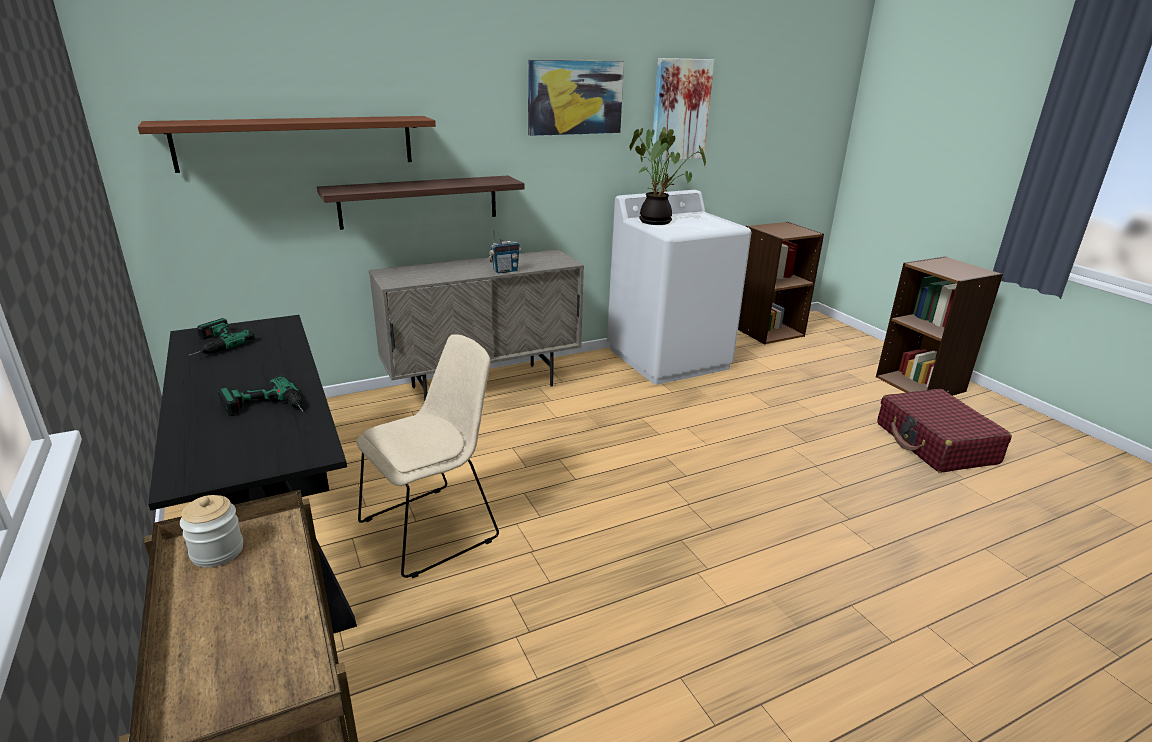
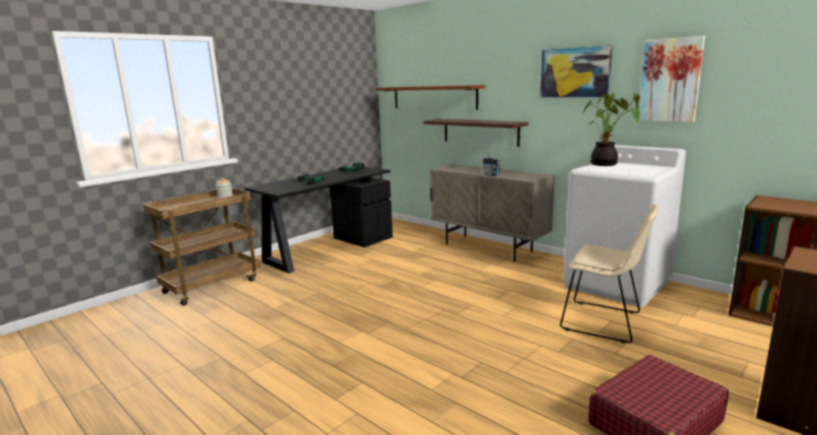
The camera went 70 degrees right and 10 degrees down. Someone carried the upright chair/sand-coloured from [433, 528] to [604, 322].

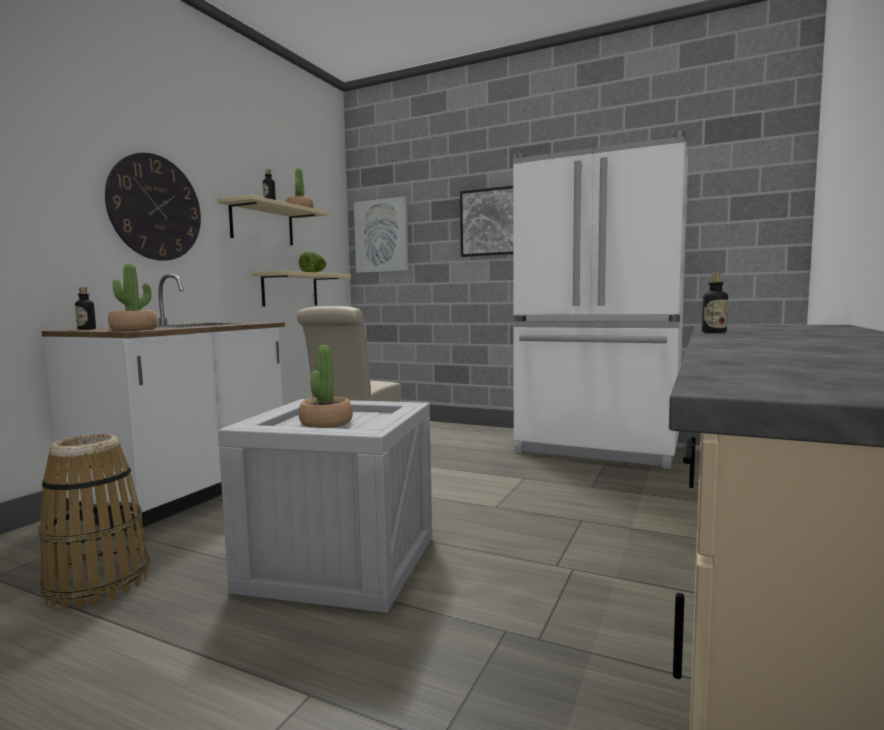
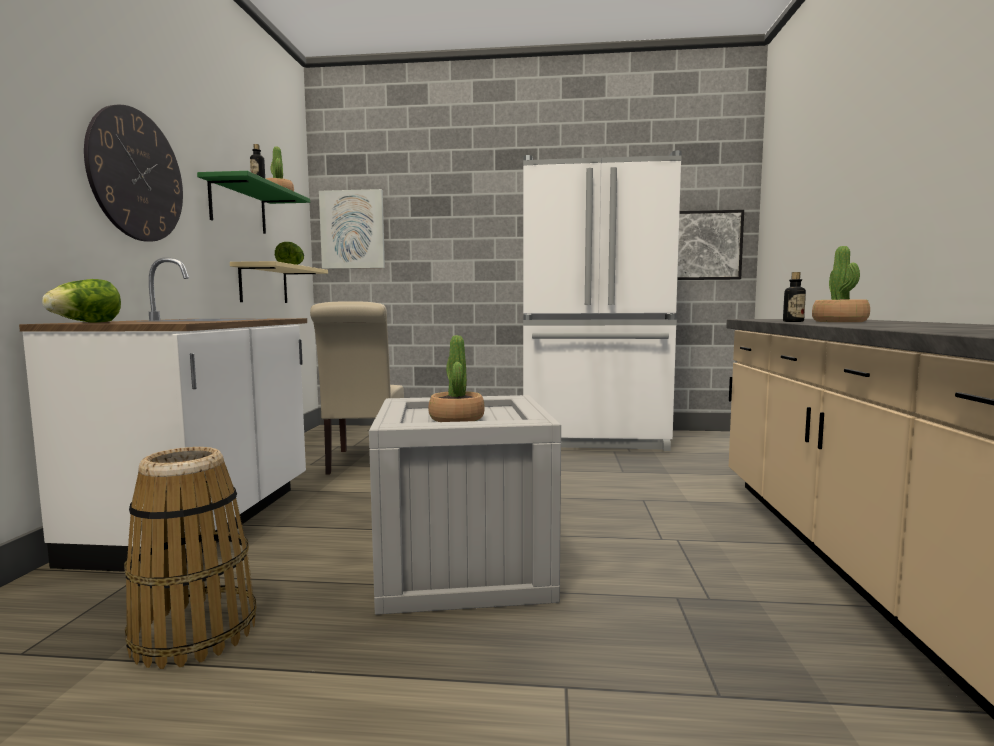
The camera went 20 degrees left and 0 degrees up. Someone carried the wall picture from [491, 222] to [706, 245]. Someone repainted the shelf/sand-coloured at [262, 224], which became the shelf/greenish at [238, 207]. Someone carried the potted plant from [134, 329] to [839, 321]. Someone swapped the beverage bottle at [86, 329] for the head of lettuce at [86, 322].

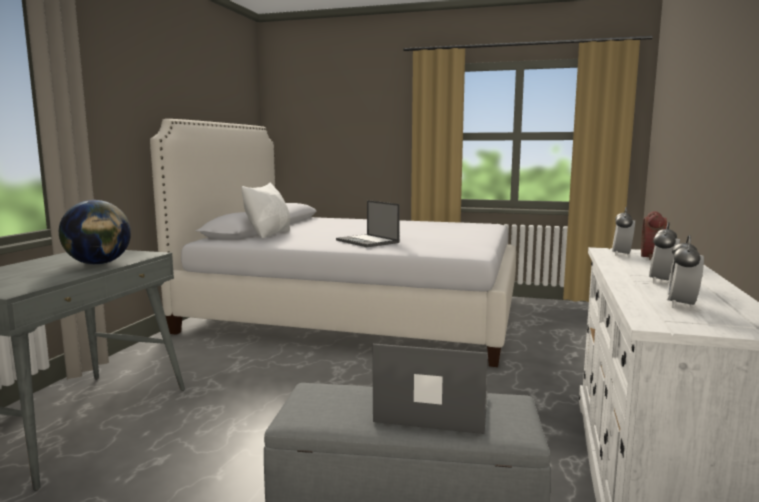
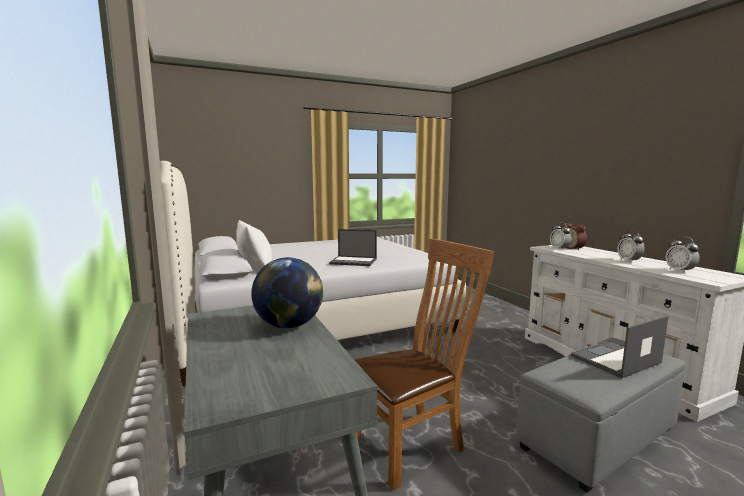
The camera went 40 degrees left and 0 degrees up. Someone put down the upright chair/brown at [413, 444].

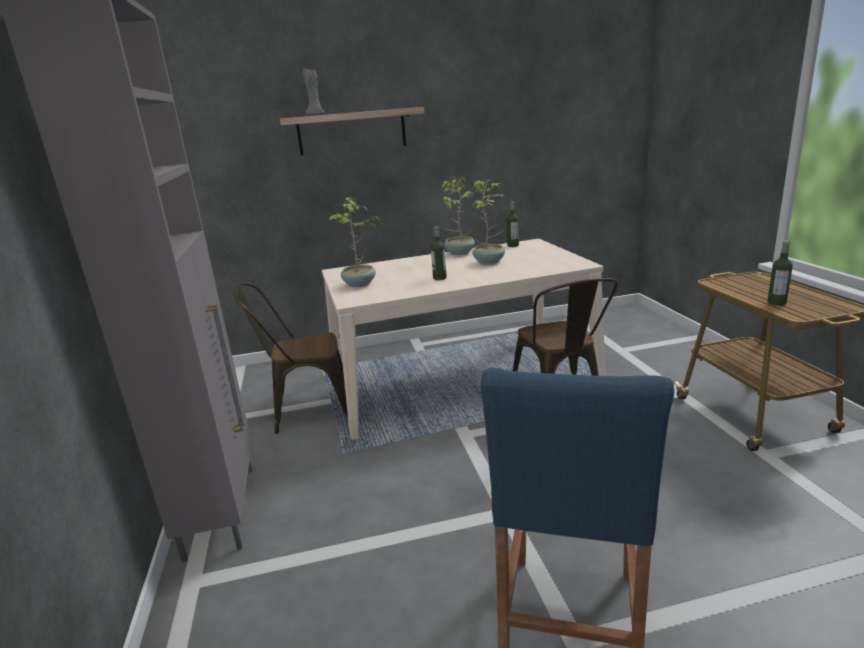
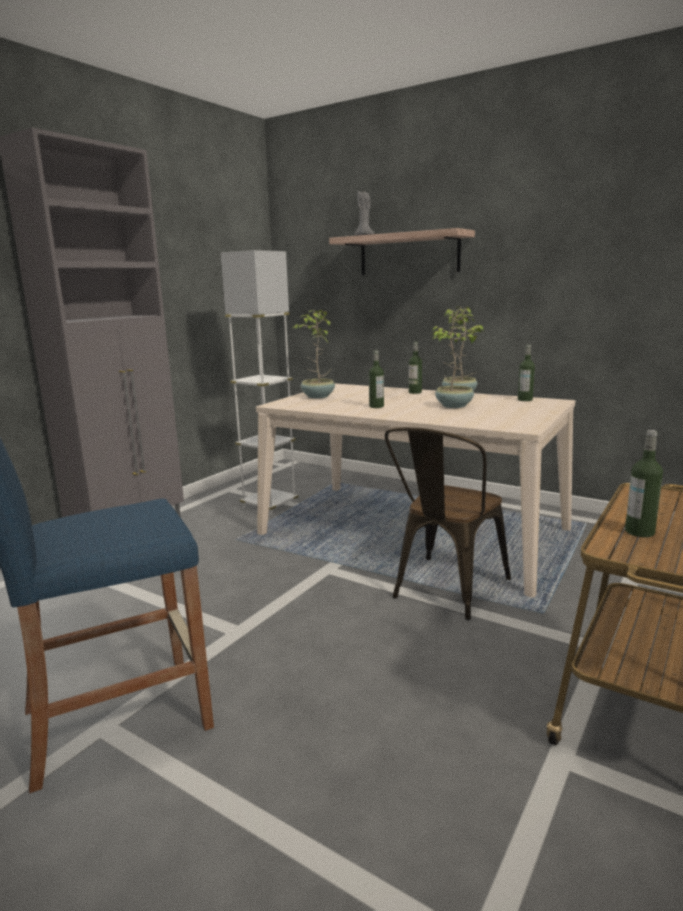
The camera went 45 degrees right and 5 degrees down. Someone swapped the upright chair/brown at [306, 412] for the standard lamp/whitish at [269, 505]. Someone put down the beverage bottle at [415, 392].

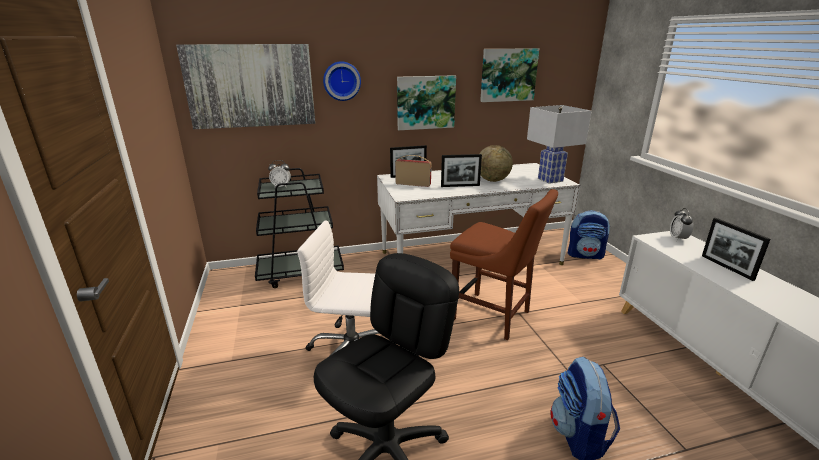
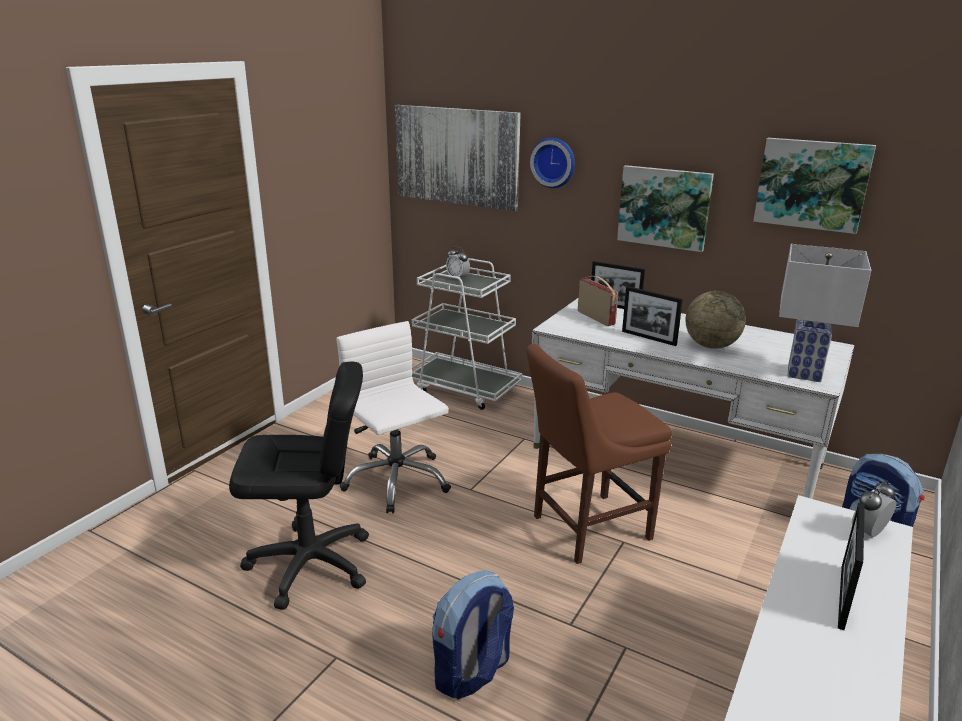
The camera went 45 degrees right and 0 degrees up. Someone repainted the wheeled cart/black at [301, 272], which became the wheeled cart/whitish at [464, 389]. Someone rotated the upright chair/brown at [494, 316] by 75 degrees clockwise.

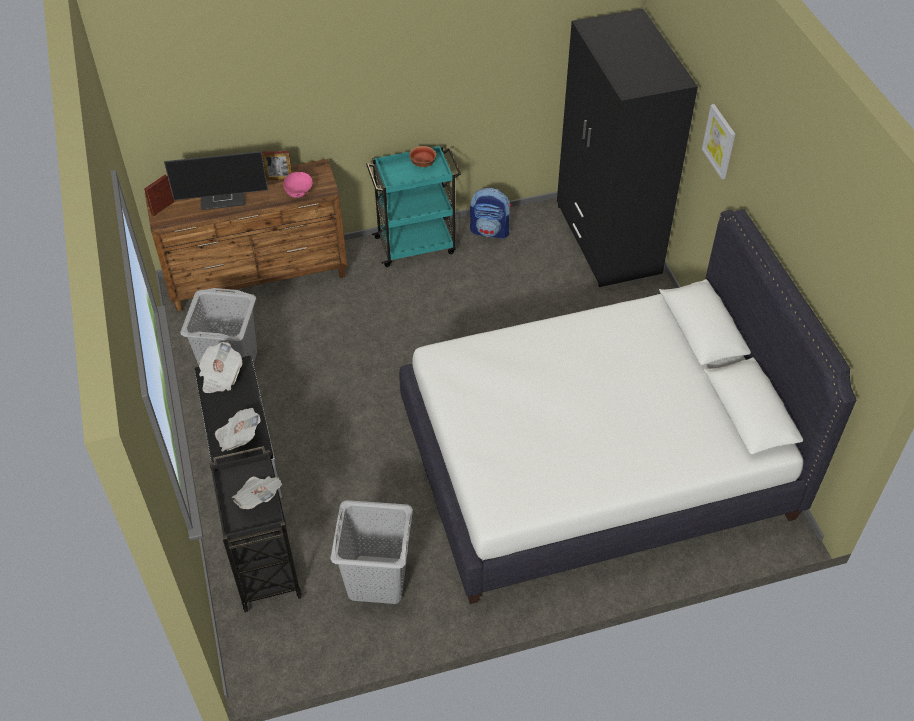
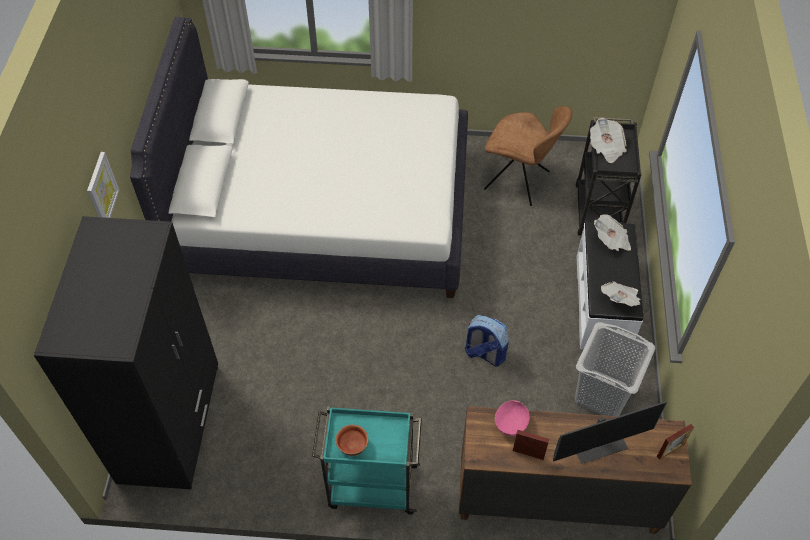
The camera went 160 degrees left and 5 degrees up. Someone rotated the monitor at [224, 199] by 150 degrees clockwise. Someone carried the rucksack from [490, 231] to [484, 353]. Someone swapped the washing basket/gray at [377, 579] for the upright chair/brown at [519, 181].

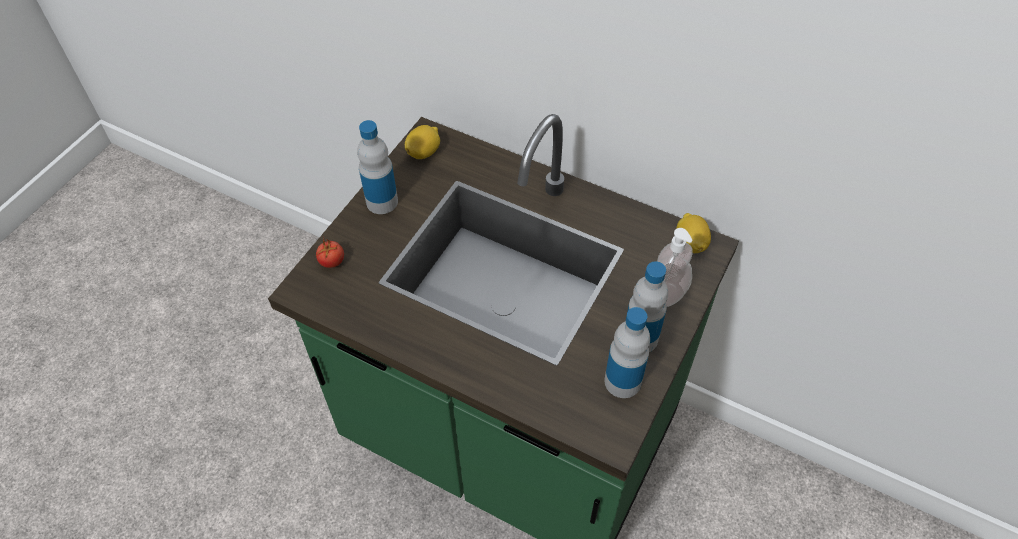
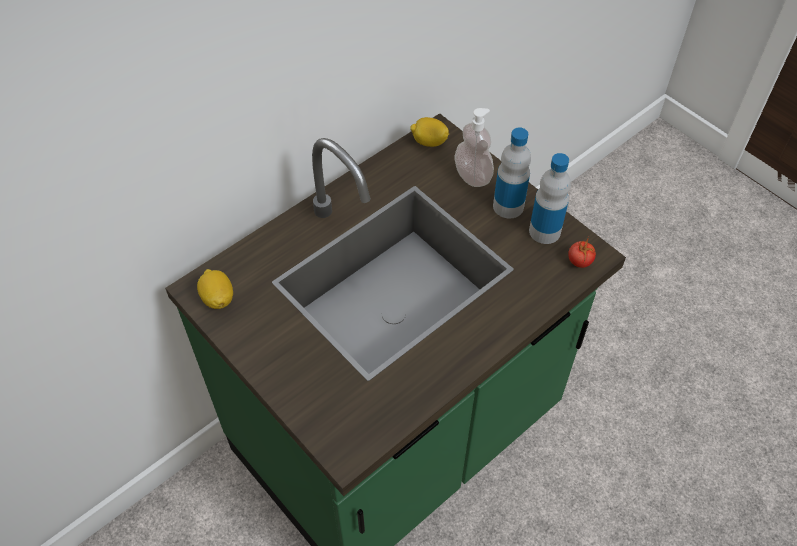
The camera went 70 degrees left and 0 degrees up. Someone took away the beverage bottle at [382, 202]. Someone carried the fresh tomato from [332, 262] to [579, 262].

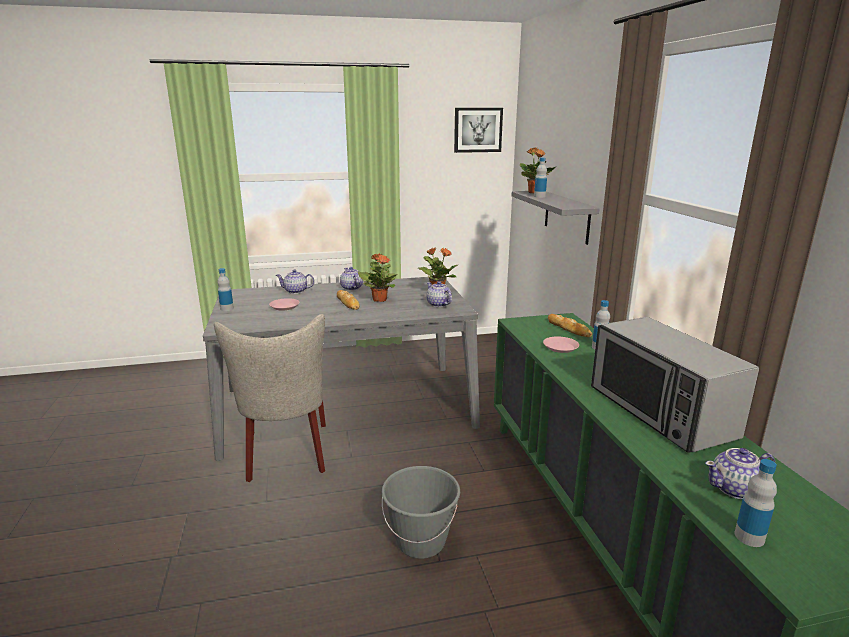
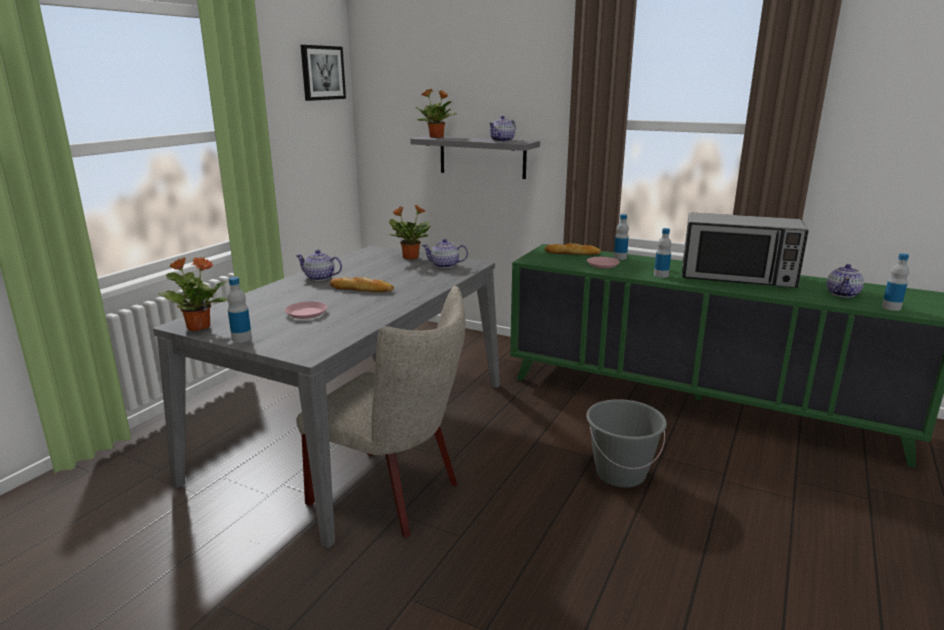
The camera went 50 degrees left and 0 degrees up. Someone carried the beverage bottle from [539, 196] to [661, 275]. Someone carried the potted plant from [379, 299] to [198, 327]. Someone carried the teapot from [296, 291] to [502, 141].

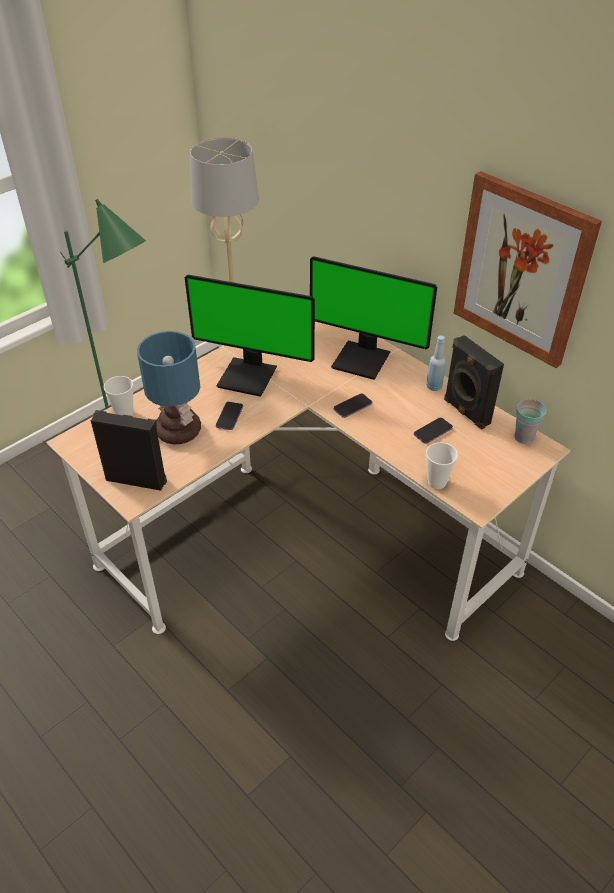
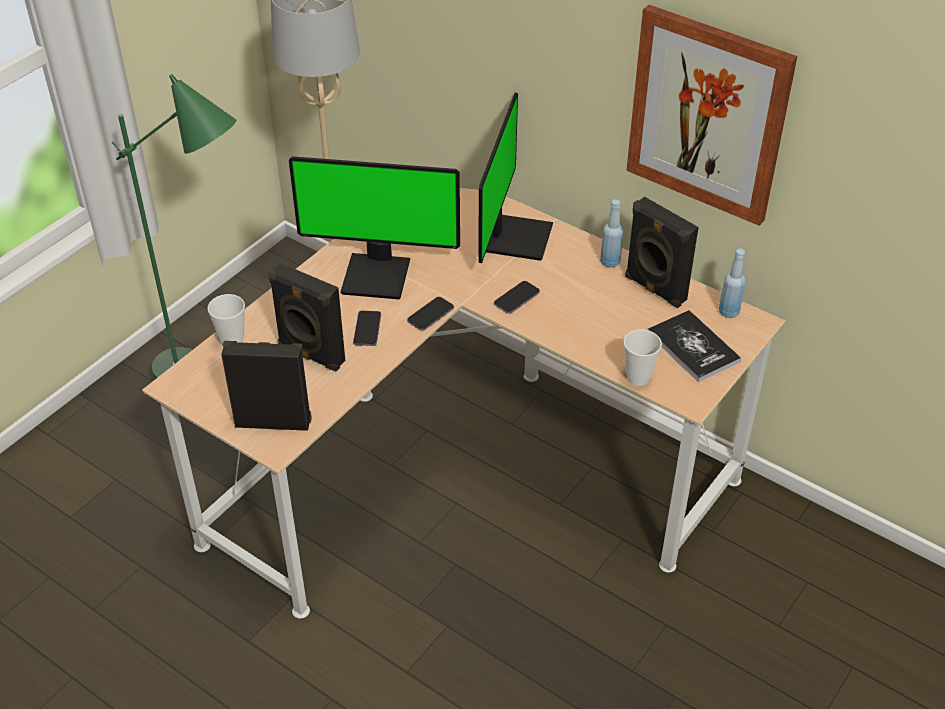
The camera went 10 degrees left and 0 degrees up. Someone rotated the monitor at [363, 359] by 90 degrees counterclockwise. Someone swapped the table lamp at [180, 431] for the loudspeaker/black at [310, 355]. Someone swapped the cup at [523, 437] for the beverage bottle/bluish at [728, 312]. Someone carried the handset from [433, 432] to [430, 315]. Someone put down the bound book at [693, 347].

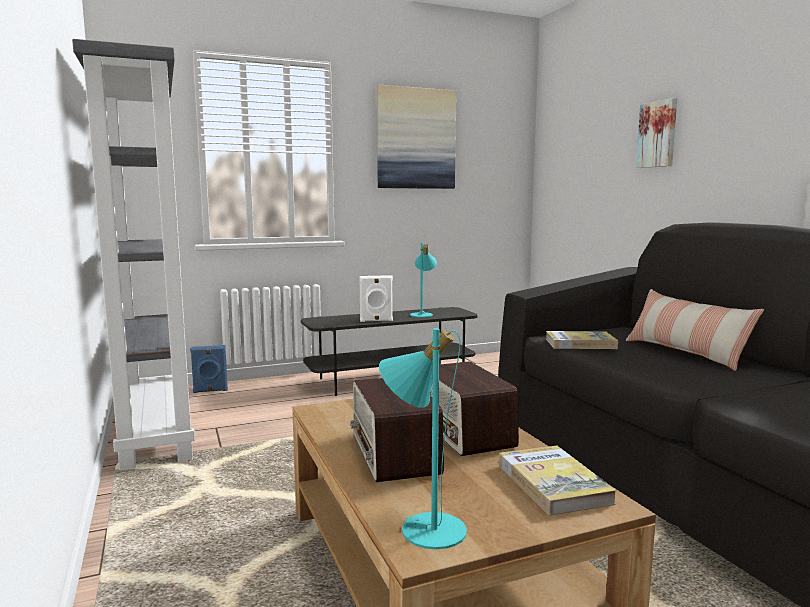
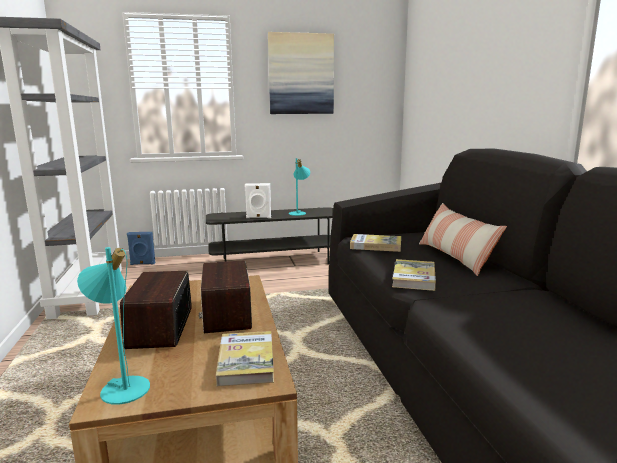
The camera went 10 degrees right and 5 degrees up. Someone took away the wall picture at [658, 134]. Someone put down the bound book at [414, 277].

